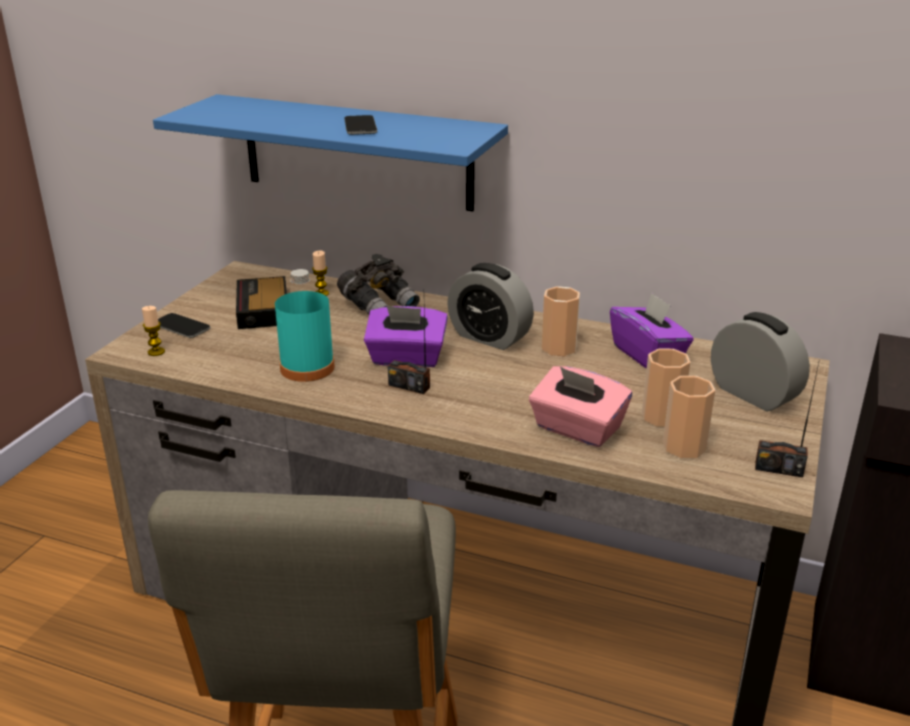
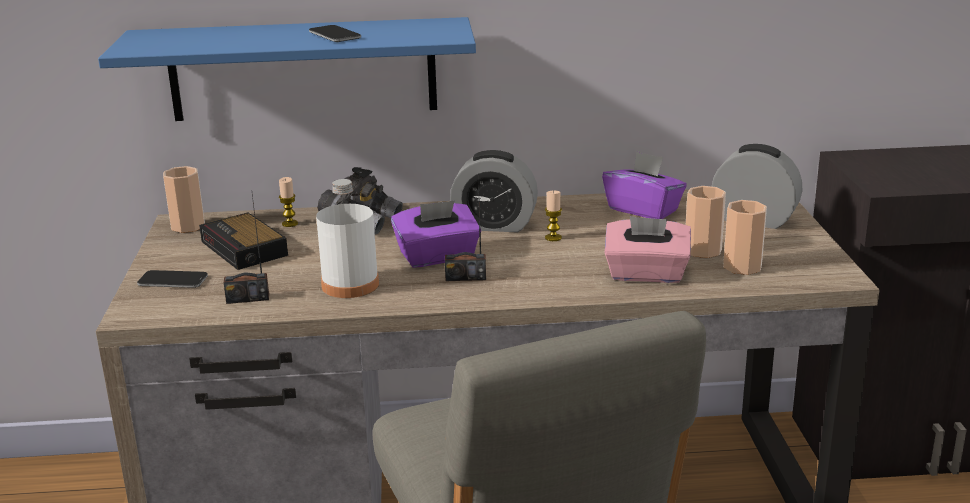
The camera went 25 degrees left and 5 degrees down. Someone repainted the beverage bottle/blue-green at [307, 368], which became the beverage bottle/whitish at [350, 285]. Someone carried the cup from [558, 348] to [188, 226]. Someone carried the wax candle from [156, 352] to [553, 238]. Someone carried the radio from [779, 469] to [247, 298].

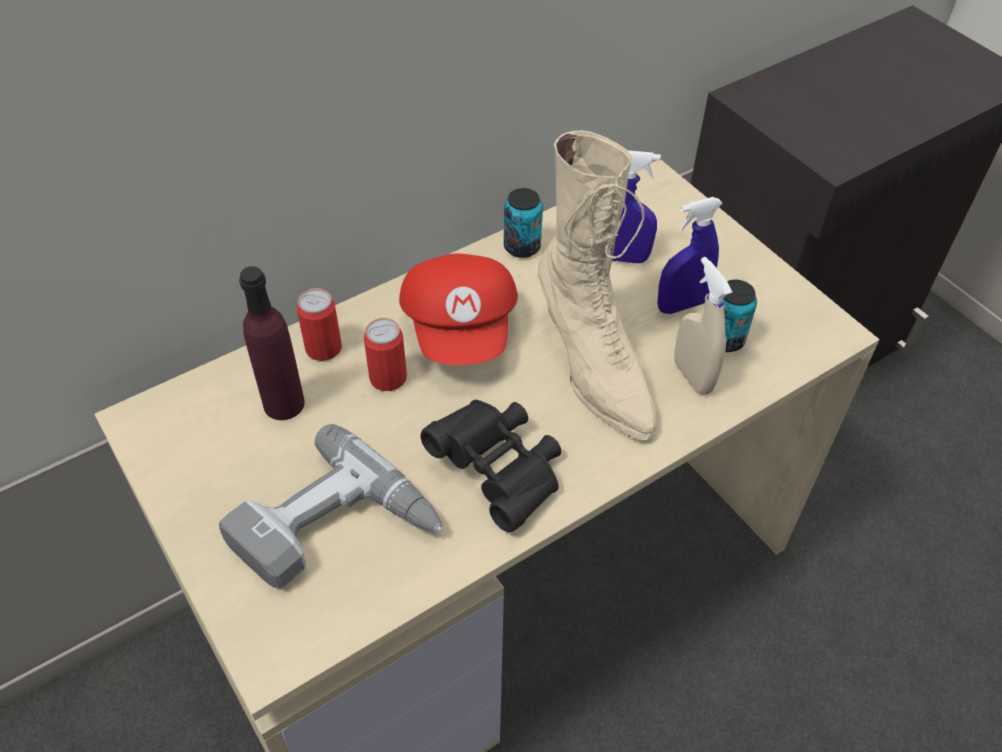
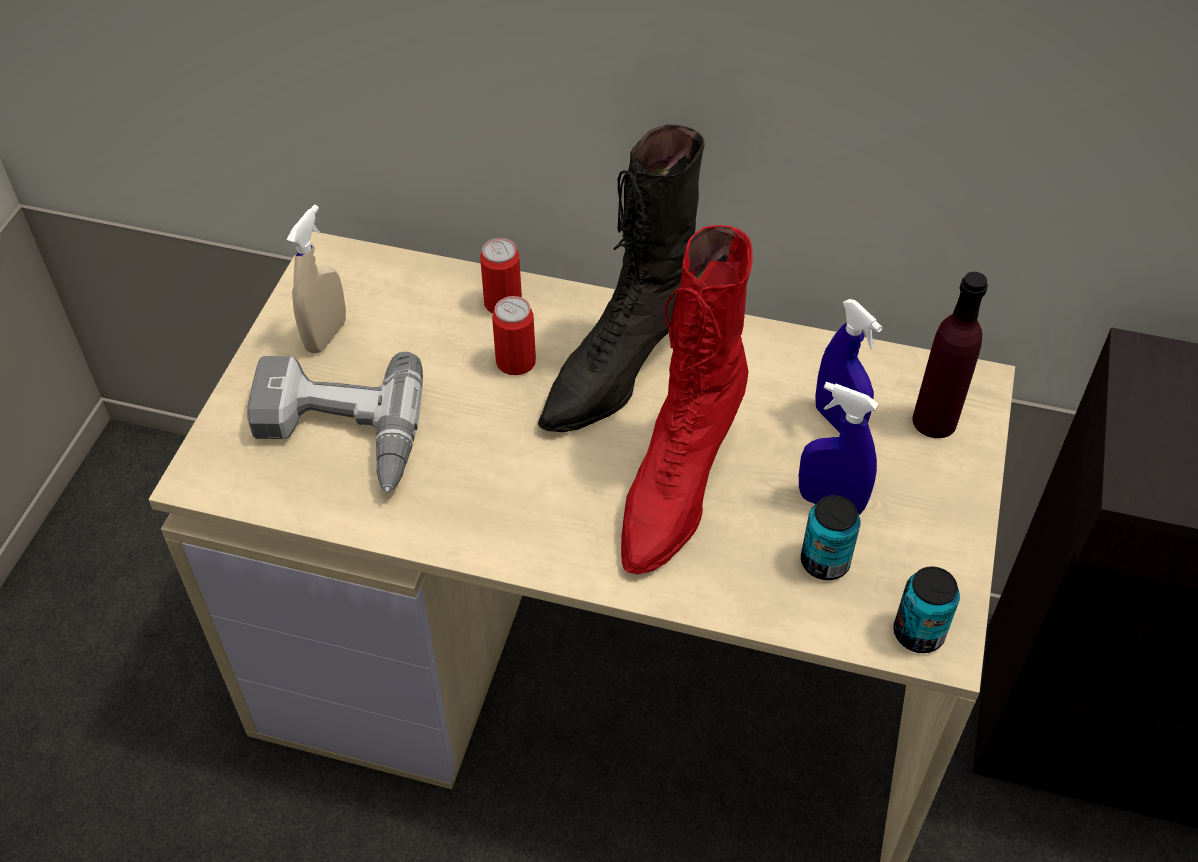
The camera went 50 degrees right and 0 degrees up. Someone repainted the high-top boot/sand-coloured at [593, 367], which became the high-top boot/red at [677, 486]. Someone carried the can from [522, 247] to [918, 633]. Someone swapped the peaked cap/red at [462, 328] for the high-top boot/black at [621, 370]. Someone carried the spray bottle/sand-coloured from [692, 376] to [326, 335]. Someone carried the beverage bottle/purple from [284, 404] to [934, 421]. Someone took away the binoculars/black at [499, 472].

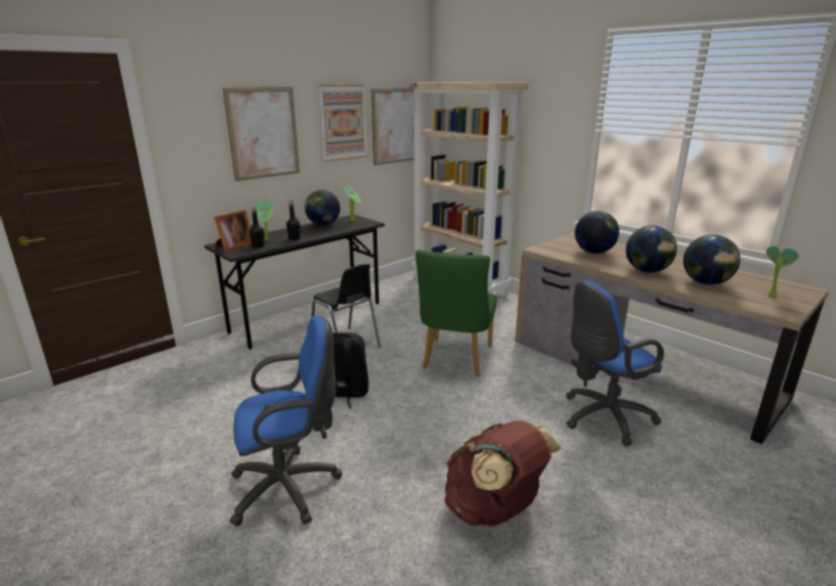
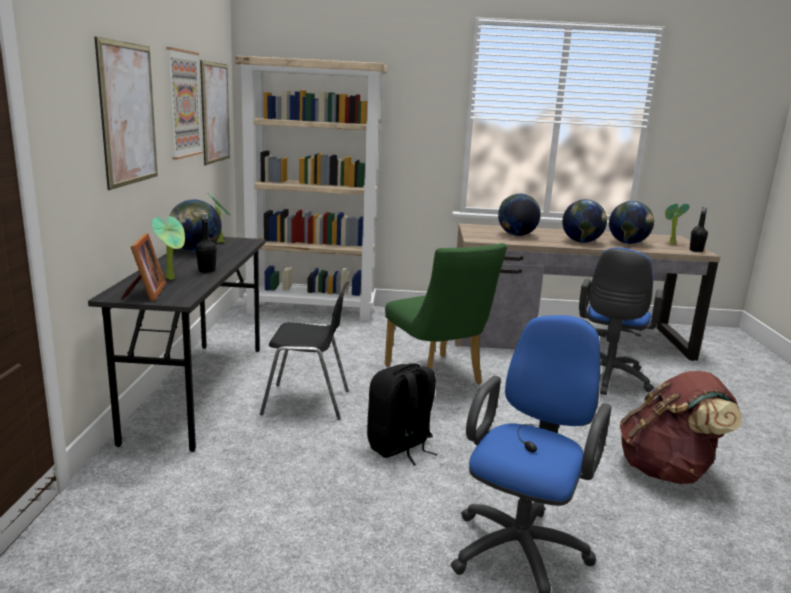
The camera went 45 degrees left and 5 degrees down. Someone carried the beverage bottle/black from [258, 246] to [696, 251].

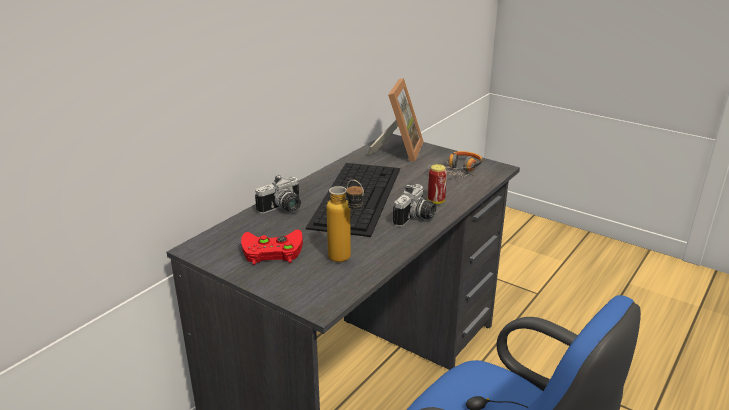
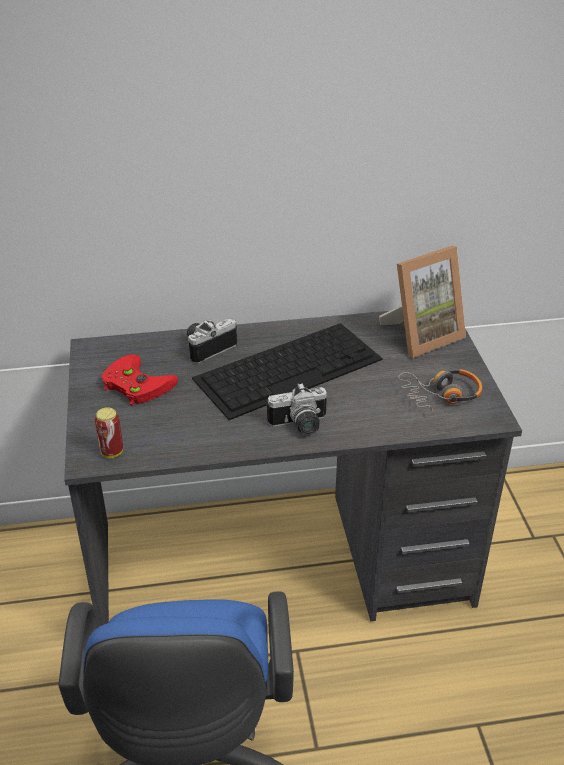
The camera went 45 degrees right and 10 degrees up. Someone carried the can from [436, 201] to [112, 452]. Someone rotated the still camera at [283, 209] by 135 degrees clockwise. Someone took away the beverage bottle at [346, 260].

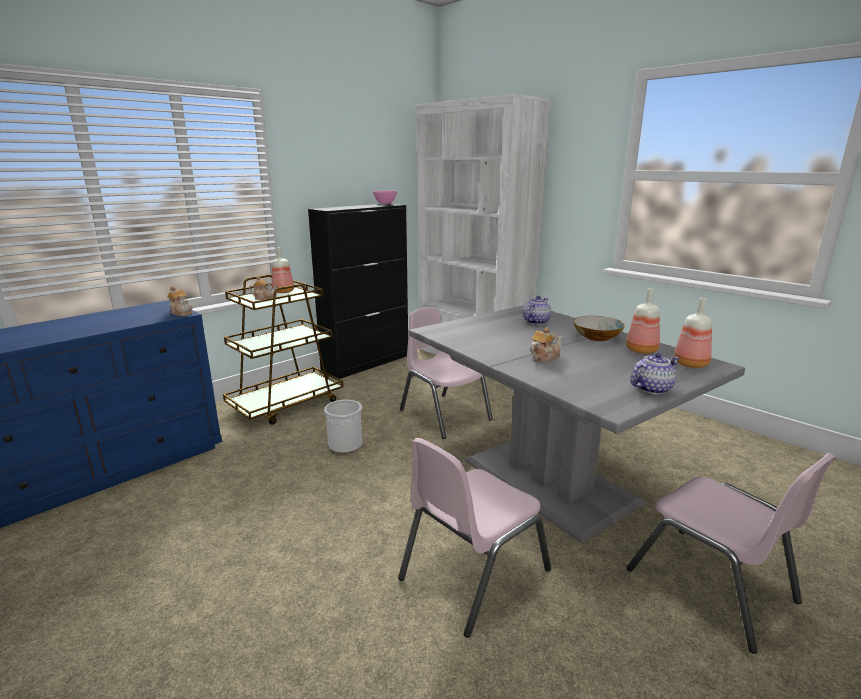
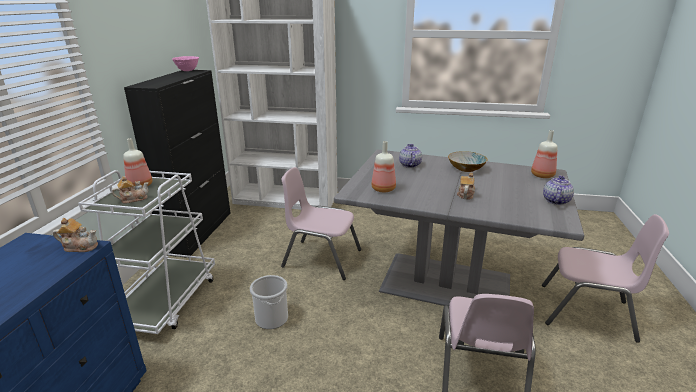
The camera went 35 degrees left and 5 degrees up. Someone repainted the wheeled cart/brown at [287, 404], which became the wheeled cart/whitish at [165, 301]. Someone carried the beverage bottle from [641, 350] to [383, 189].

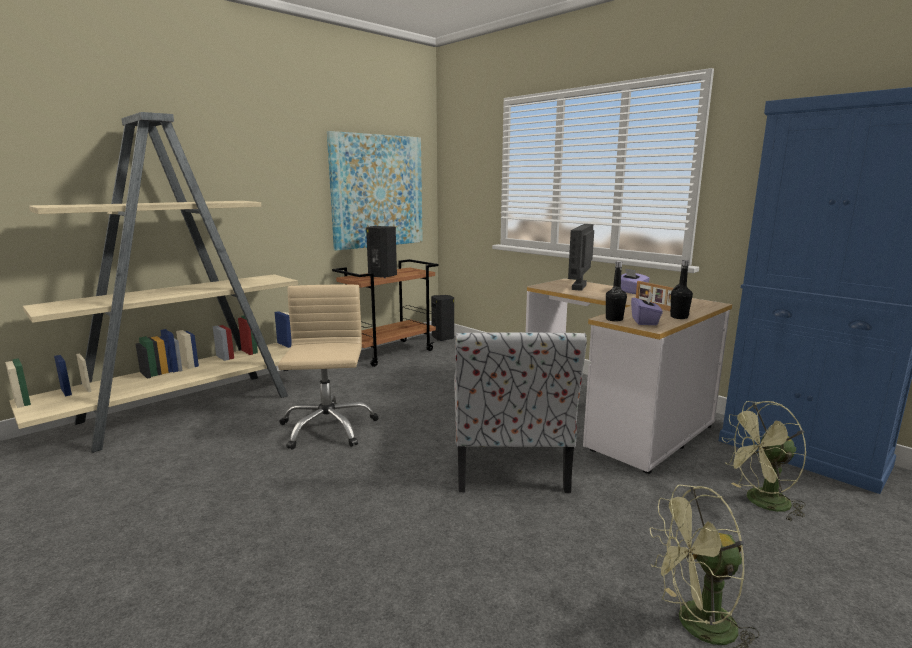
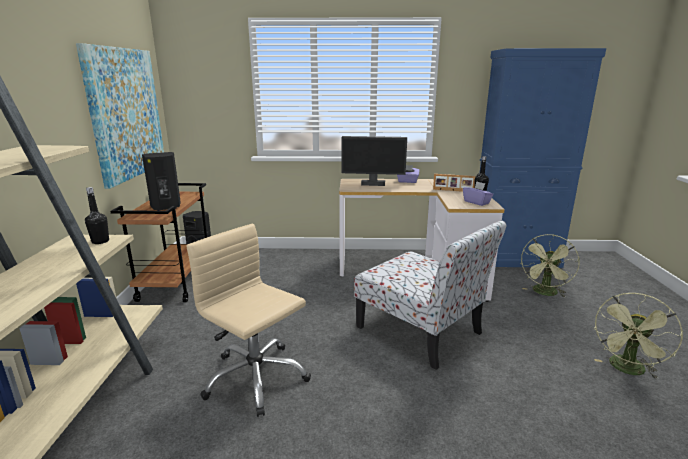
The camera went 45 degrees left and 5 degrees up. Someone rotated the monitor at [580, 287] by 60 degrees counterclockwise. Someone carried the beverage bottle/black from [614, 319] to [100, 241].

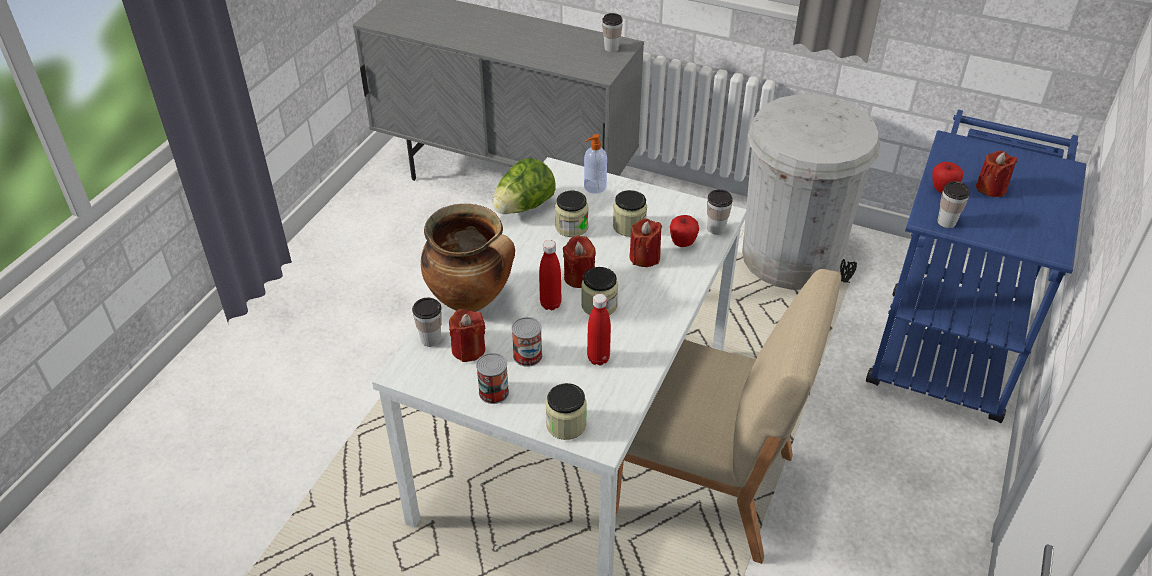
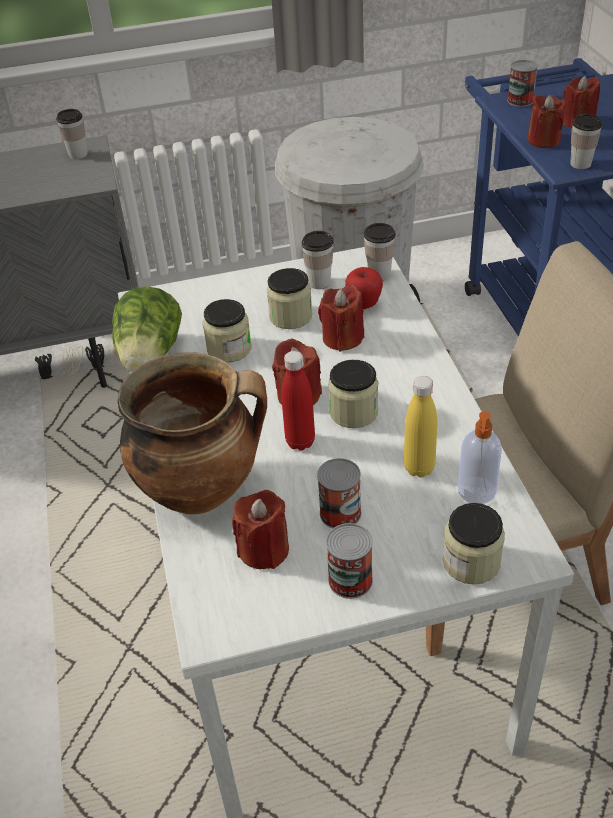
The camera went 35 degrees left and 0 degrees up. Someone carried the soap dispenser from [594, 187] to [476, 492]. Someone swapped the apple fruit at [942, 190] for the wax candle/red at [543, 140]. Someone repainted the beverage bottle/red at [598, 358], which became the beverage bottle/yellow at [419, 468]. Someone carried the cup from [431, 339] to [319, 282]. Someone put down the can at [520, 100].

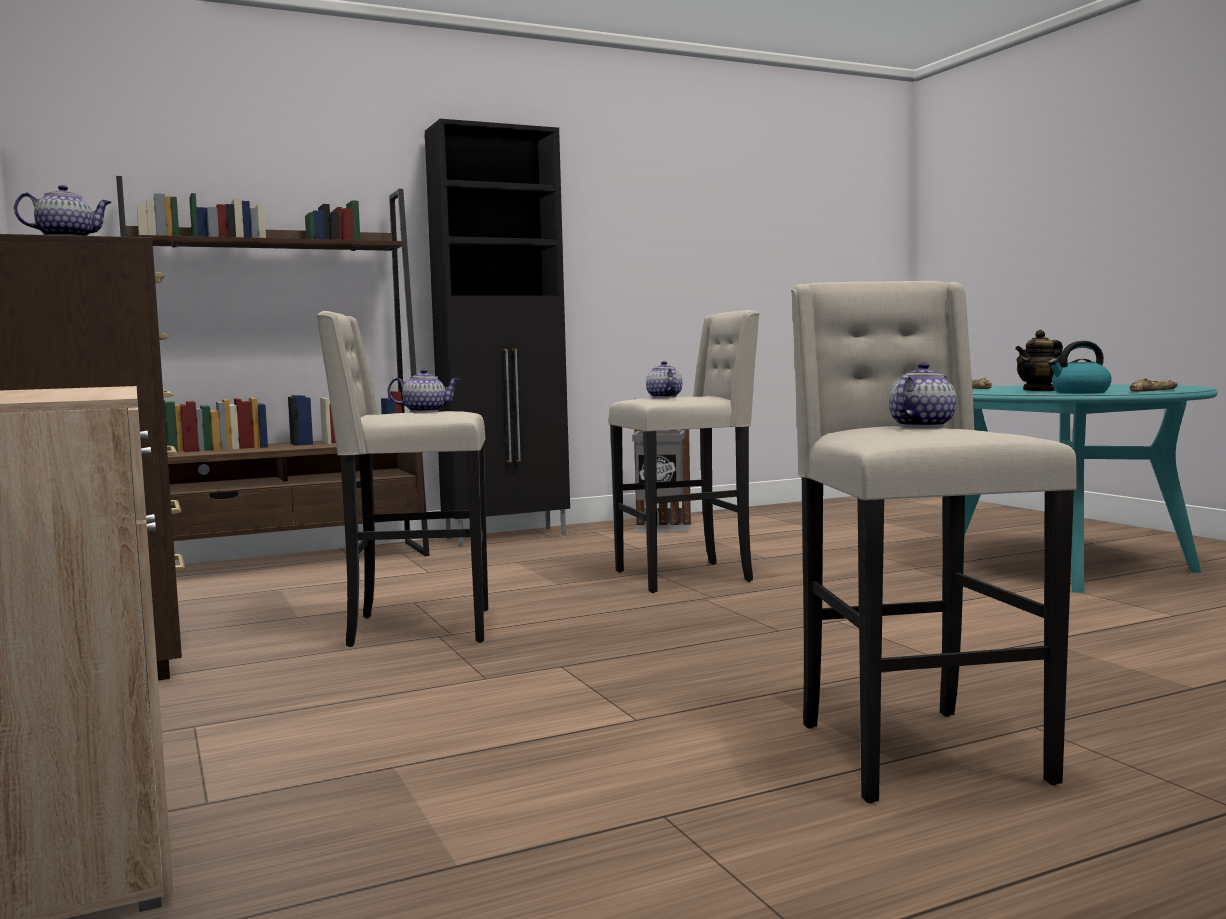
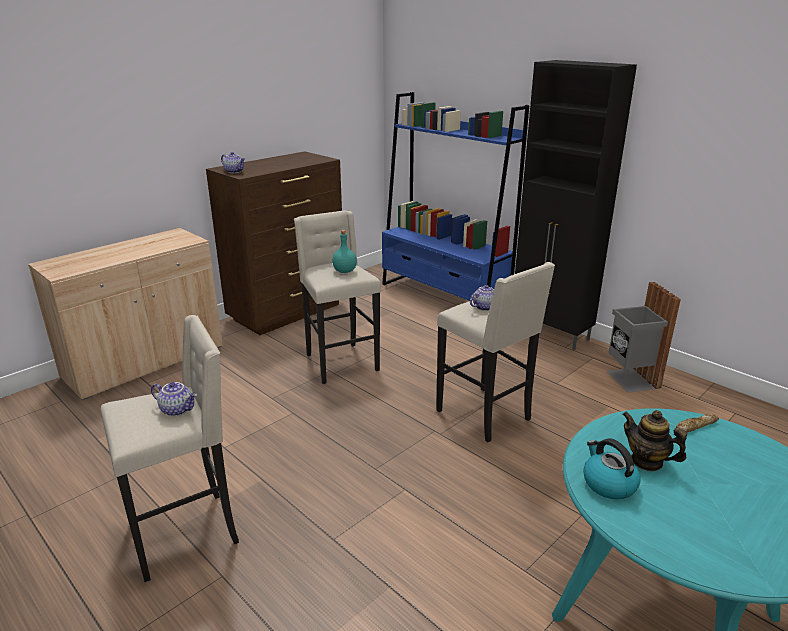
The camera went 70 degrees right and 20 degrees up. Someone repainted the shelving unit/brown at [291, 562], which became the shelving unit/bluish at [443, 297]. Someone swapped the teapot at [425, 411] for the beverage bottle/blue-green at [344, 271]. Someone took away the bakery bread at [1152, 390].

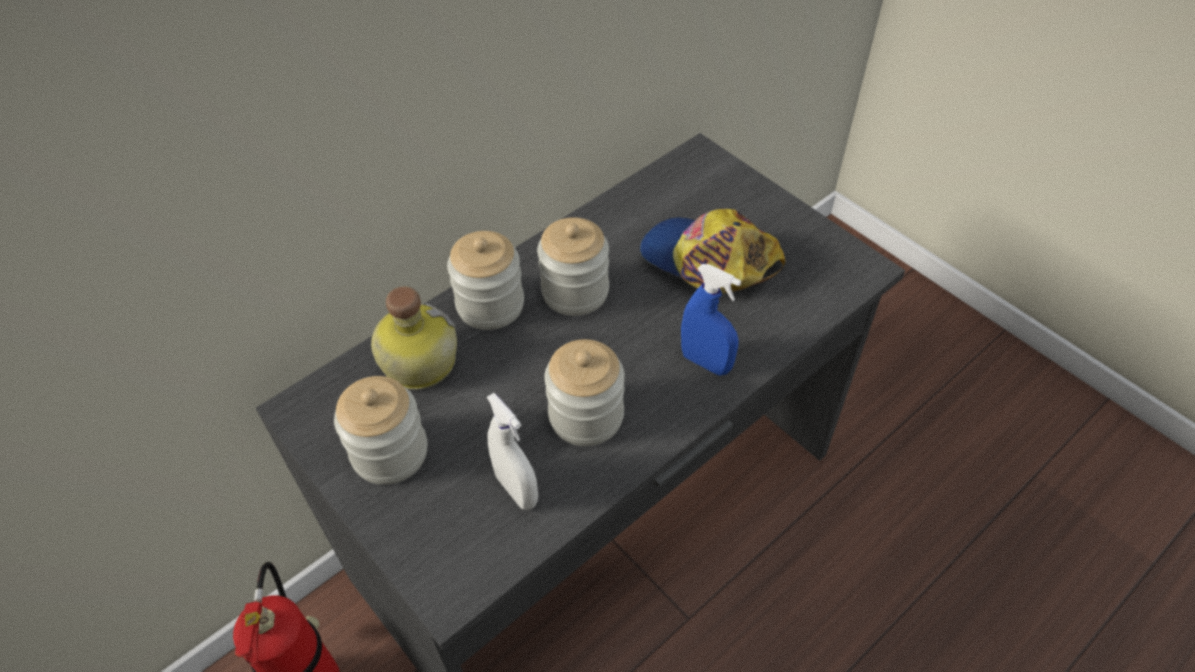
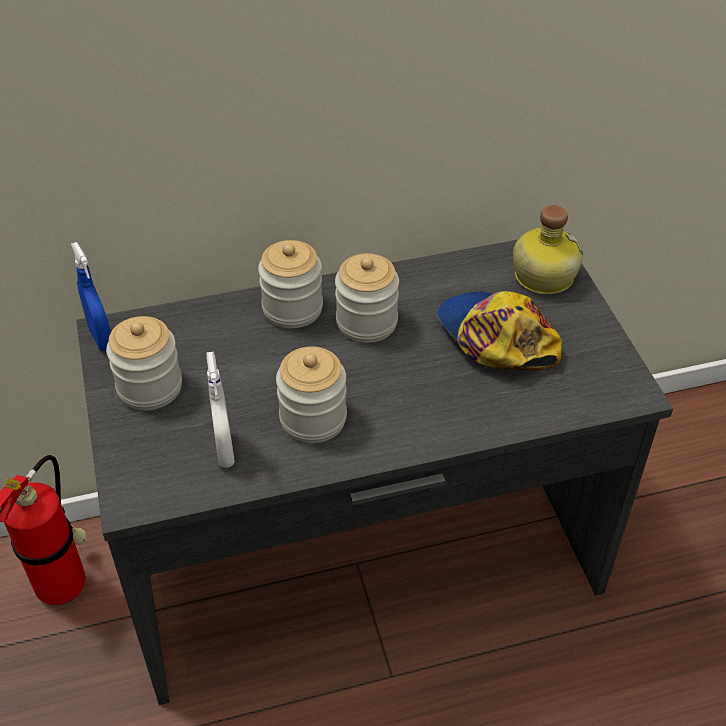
The camera went 25 degrees right and 5 degrees down. Someone carried the spray bottle/bluish from [705, 362] to [101, 338]. Someone carried the beverage bottle from [417, 362] to [541, 275].

